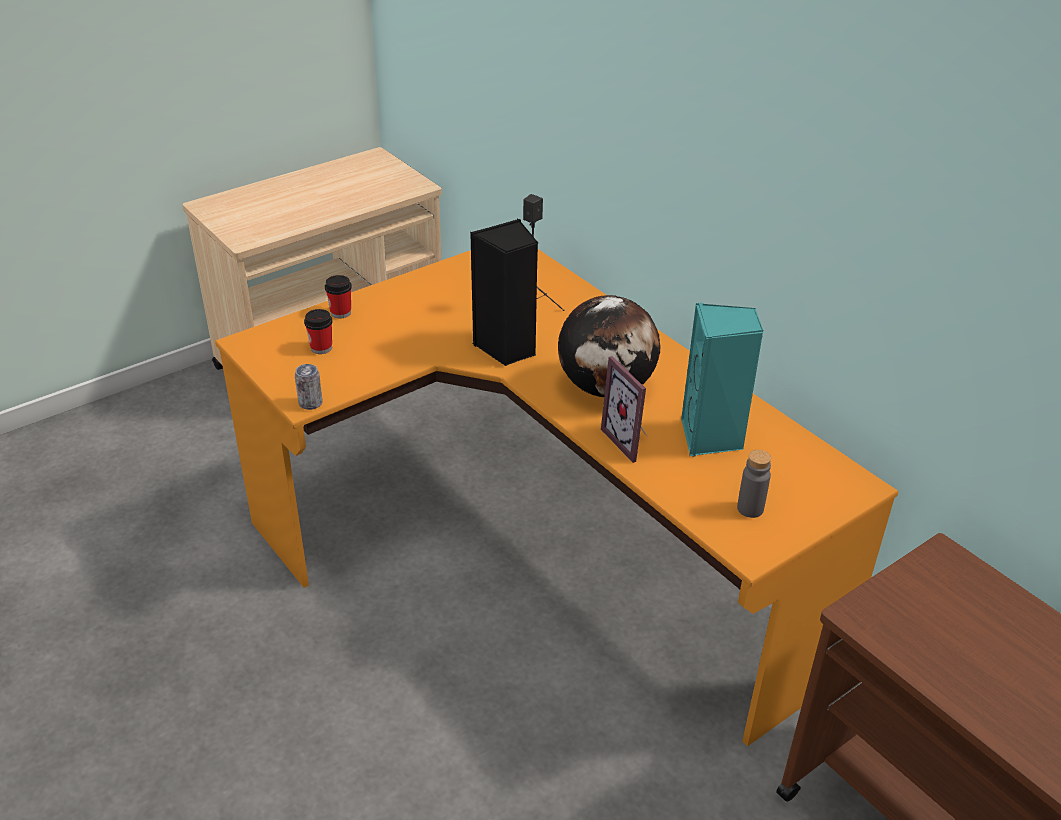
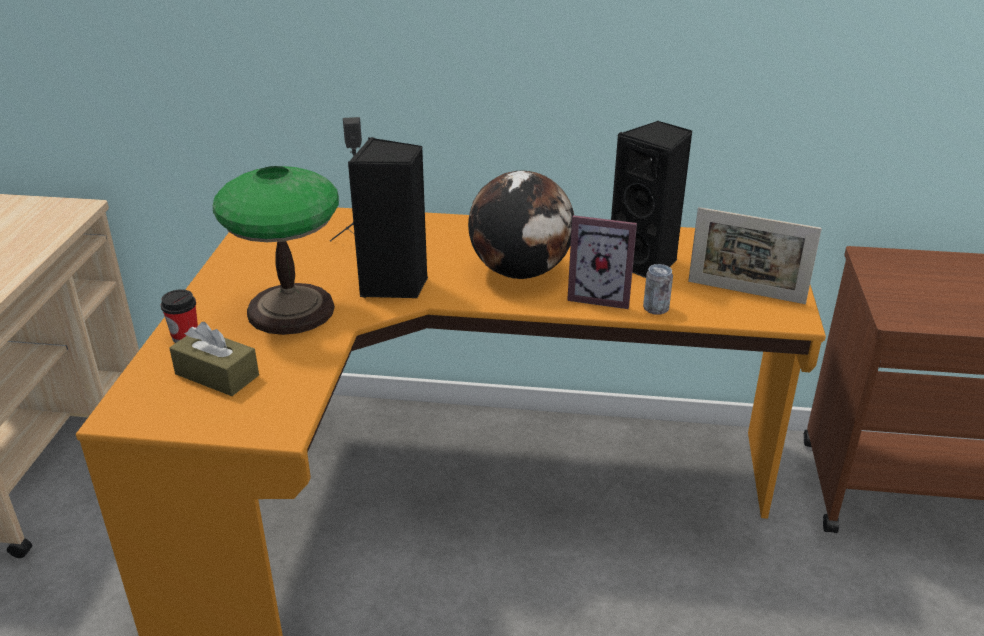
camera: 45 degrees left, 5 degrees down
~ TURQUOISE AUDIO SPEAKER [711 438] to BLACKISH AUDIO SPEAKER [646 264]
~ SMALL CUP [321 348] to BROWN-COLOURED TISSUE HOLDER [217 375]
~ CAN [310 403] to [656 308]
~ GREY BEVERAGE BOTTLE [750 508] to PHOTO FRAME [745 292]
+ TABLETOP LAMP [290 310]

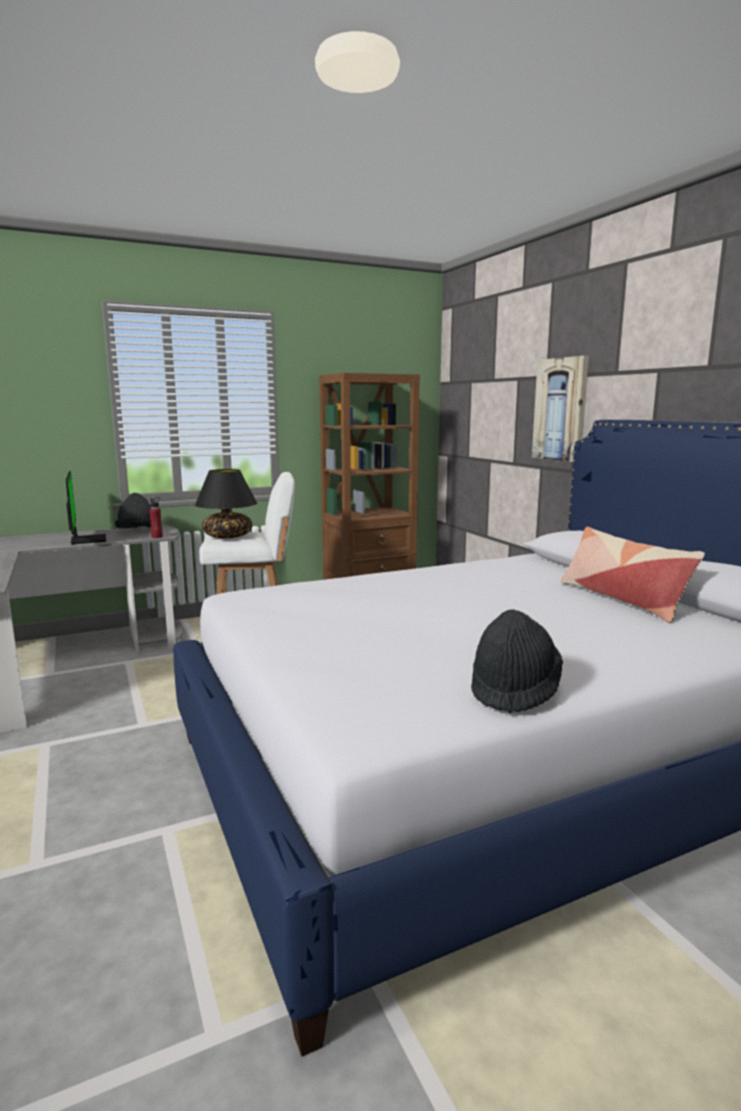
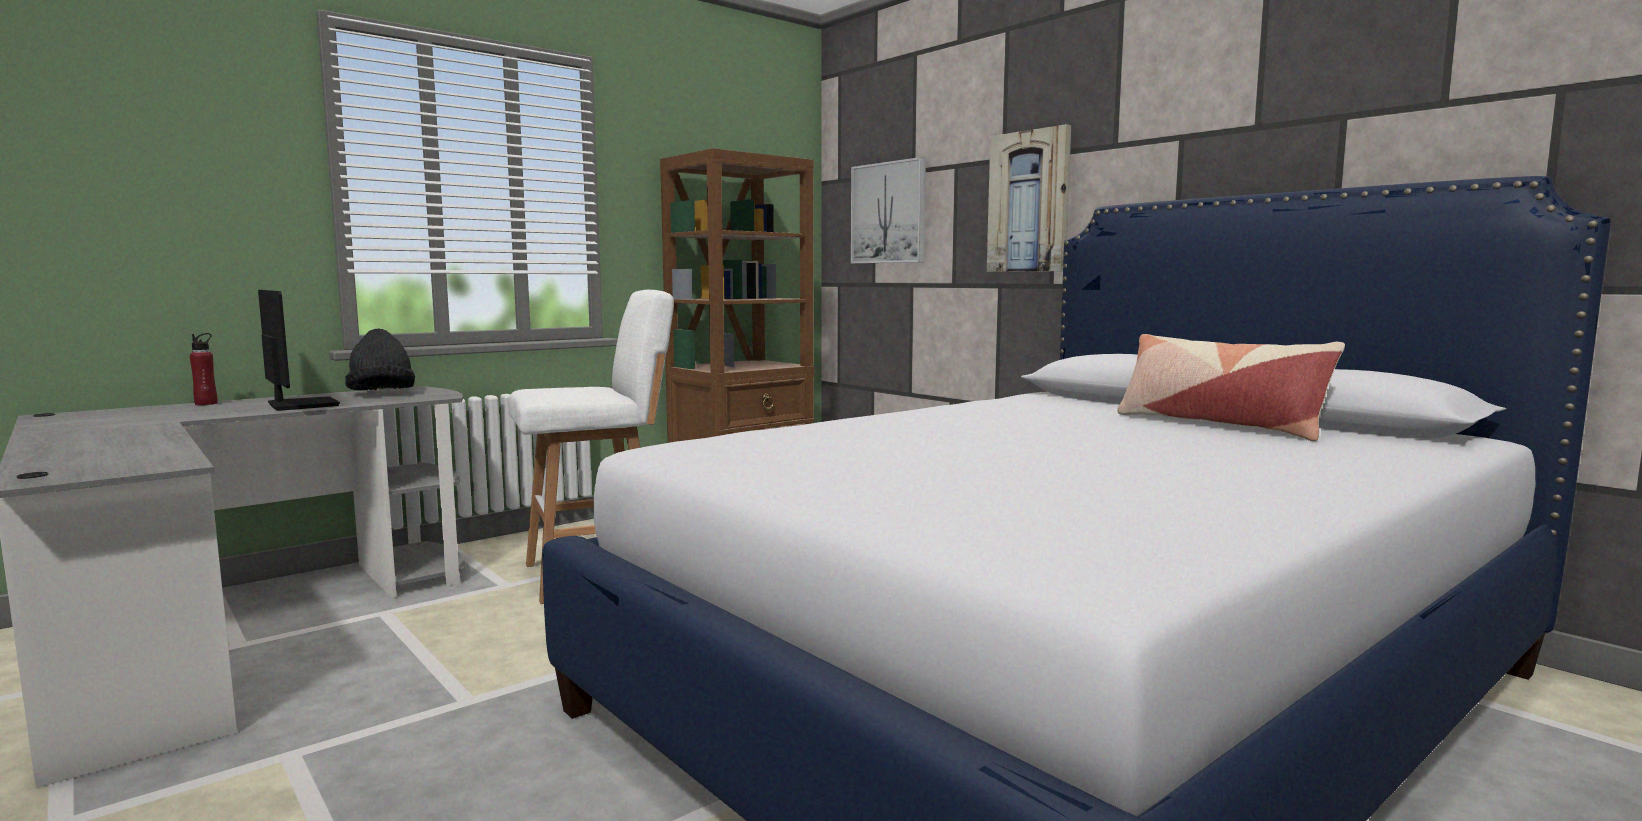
camera: 15 degrees left, 5 degrees down
- BLACKISH TABLETOP LAMP [228 536]
~ REDDISH BEVERAGE BOTTLE [157 537] to [206 404]
- BLACKISH CLOTHING HAT [514 690]
+ WALL PICTURE [889 213]

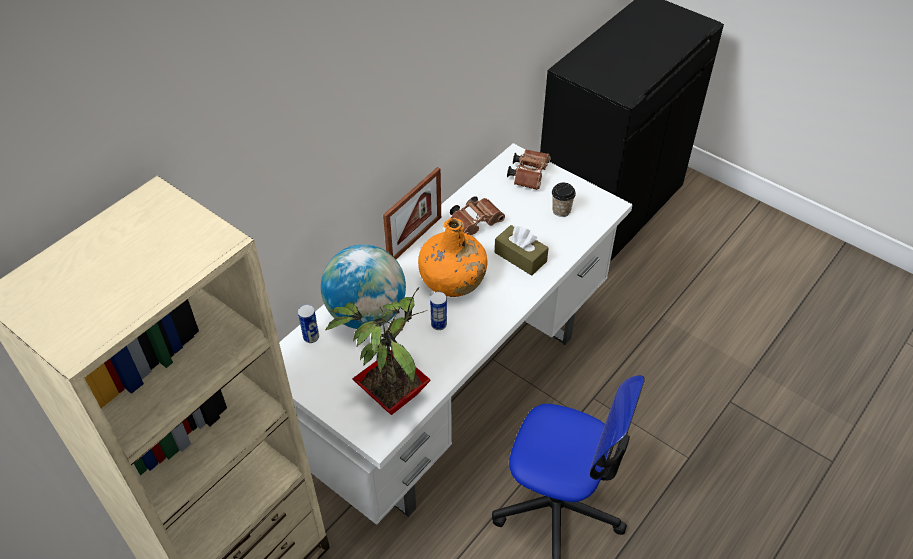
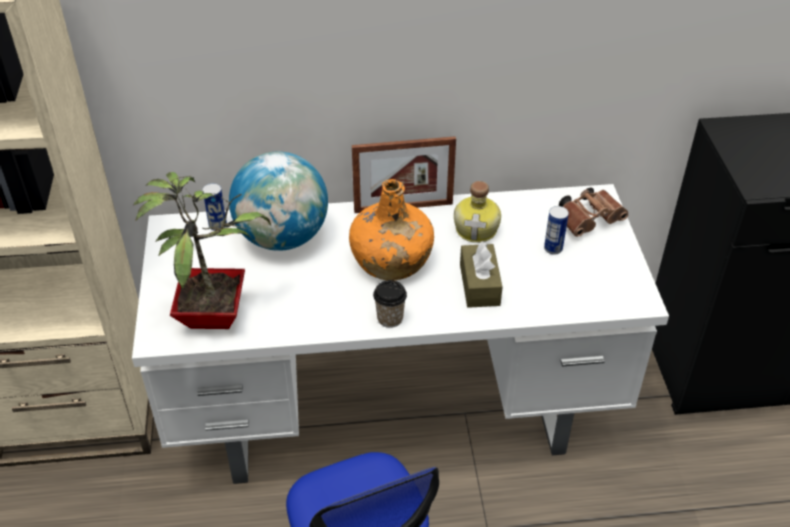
camera: 45 degrees right, 5 degrees down
~ SMALL CUP [561 211] to [390 318]
~ BROWN-COLOURED BINOCULARS [476 223] to BEVERAGE BOTTLE [477 229]
~ CAN [439 324] to [553 248]

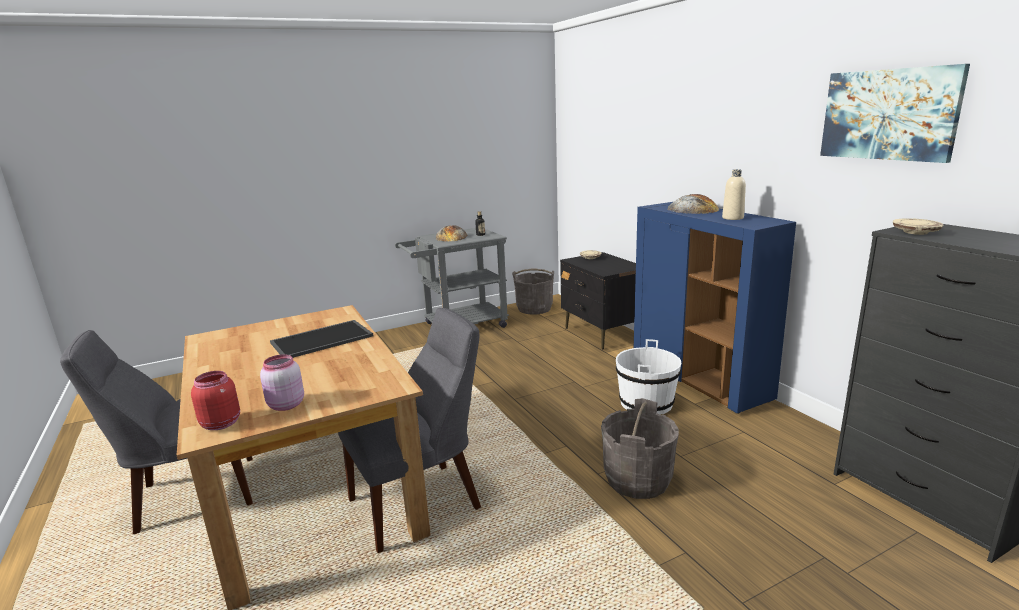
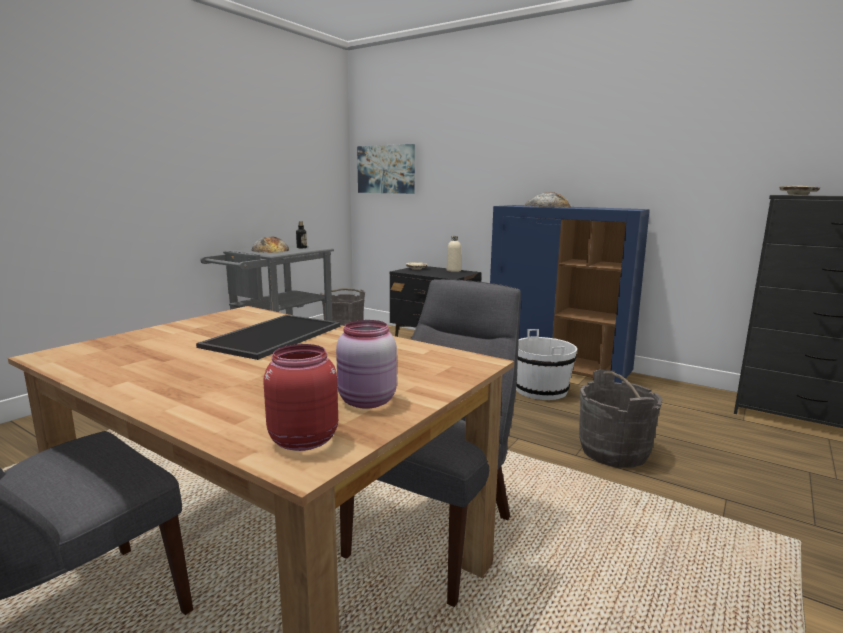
camera: 30 degrees left, 5 degrees down
~ WALL PICTURE [888 114] to [386 169]
~ SAND-COLOURED BEVERAGE BOTTLE [732 218] to [453 270]

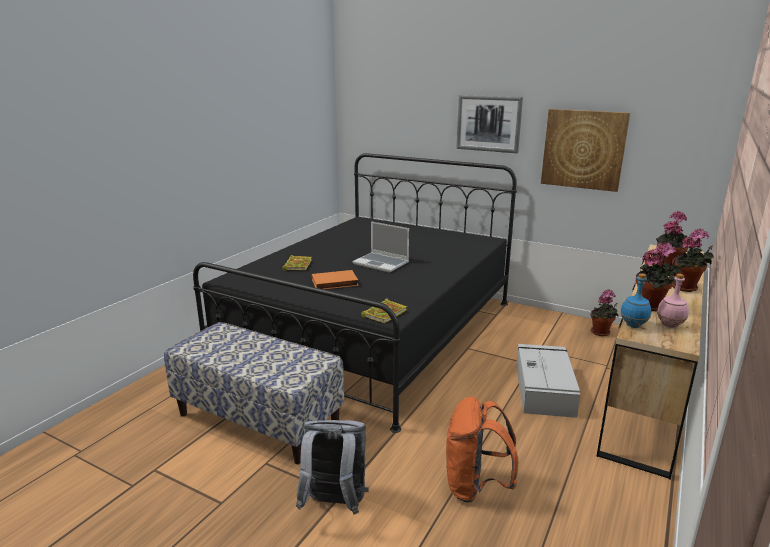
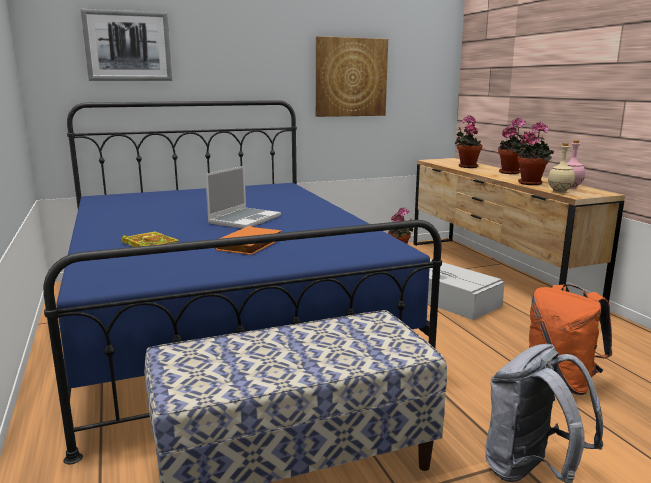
camera: 50 degrees left, 5 degrees down
~ WALL PICTURE [488 123] to [128 46]
~ BLACKISH BEDROOM BED [371 331] to BLUE-COLOURED BEDROOM BED [224 321]
~ NOTEBOOK COMPUTER [382 263] = [244 219] 45 degrees counterclockwise
~ BLUE-COLOURED BEVERAGE BOTTLE [632 325] to SAND-COLOURED BEVERAGE BOTTLE [559 192]
- VOLUME [385 313]

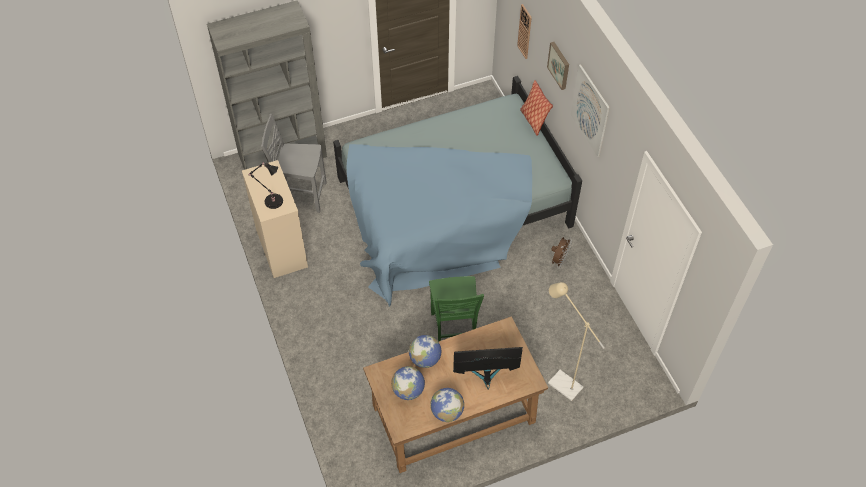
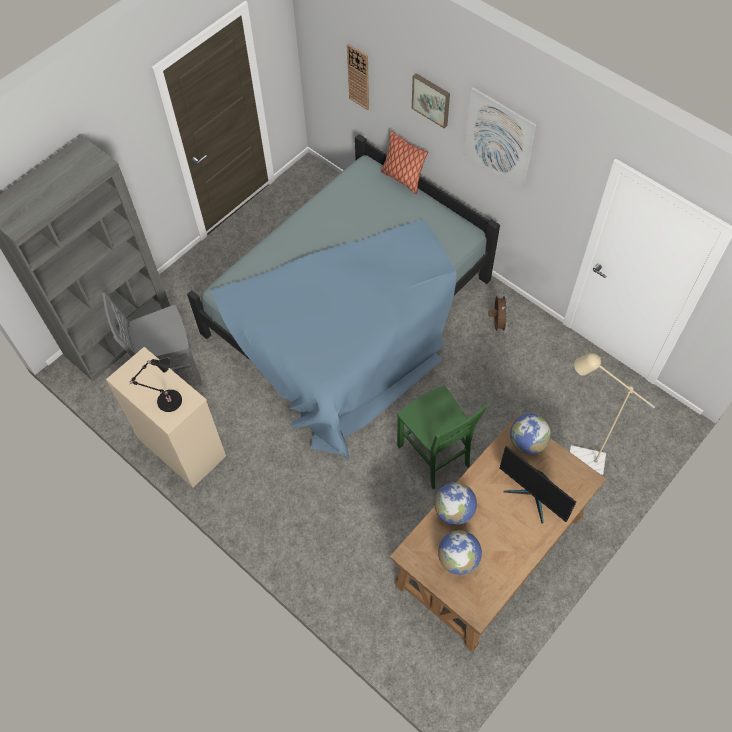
camera: 25 degrees left, 5 degrees up
~ MONITOR [486 375] = [532 497] 105 degrees counterclockwise
~ WORLD GLOBE [447 412] to [527 442]

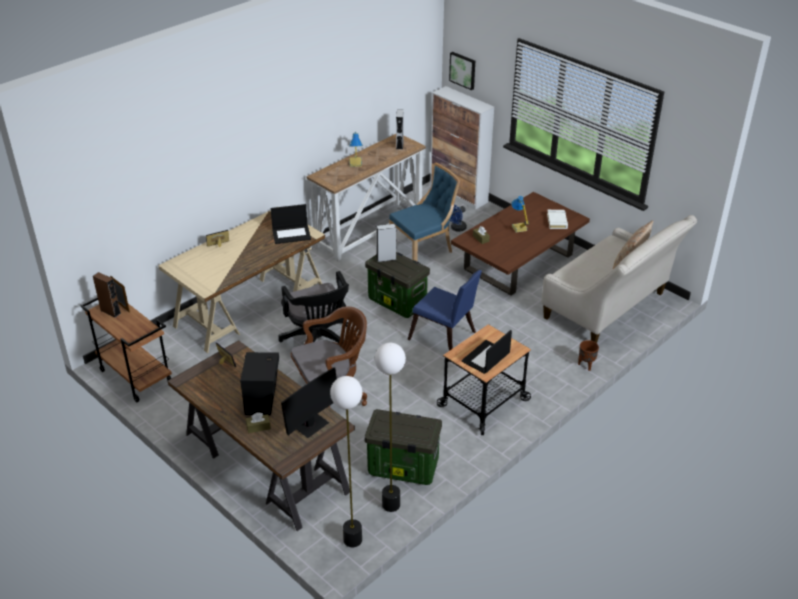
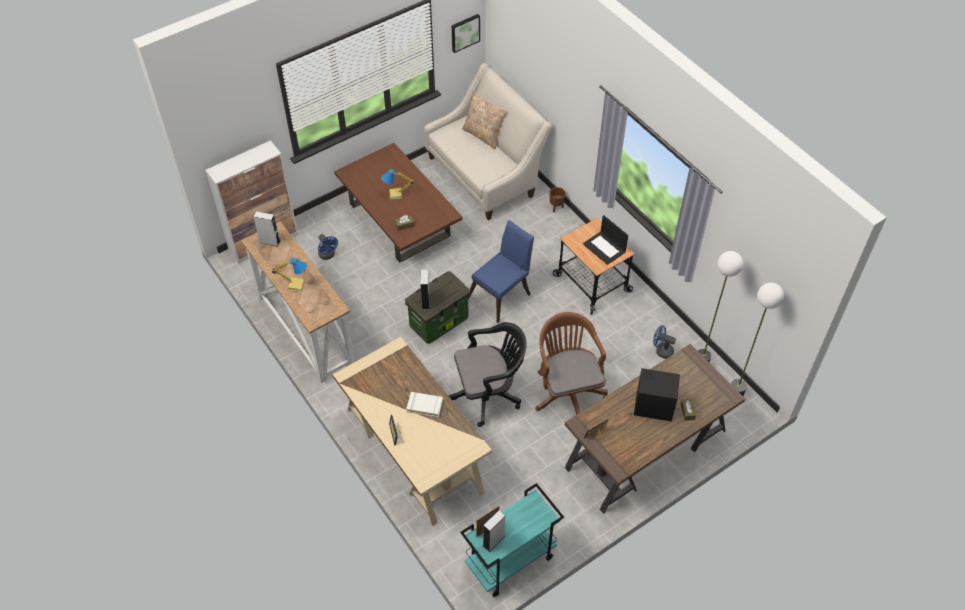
camera: 80 degrees left, 15 degrees up
~ WALL PICTURE [463 70] to [464 32]
- BLUE-COLOURED PLAIN CHAIR [424 250]
- NOTEBOOK COMPUTER [291 234]
~ WHITE VOLUME [557 221] to [424 405]
~ BROWN-COLOURED AUDIO SPEAKER [110 311] to GREY AUDIO SPEAKER [493 541]
~ BROWN-COLOURED TROLLEY [135 376] to TURQUOISE TROLLEY [510 562]
- MONITOR [310 425]
~ STORAGE BOX [402 468] to BLUE-COLOURED COOLING FAN [661 351]

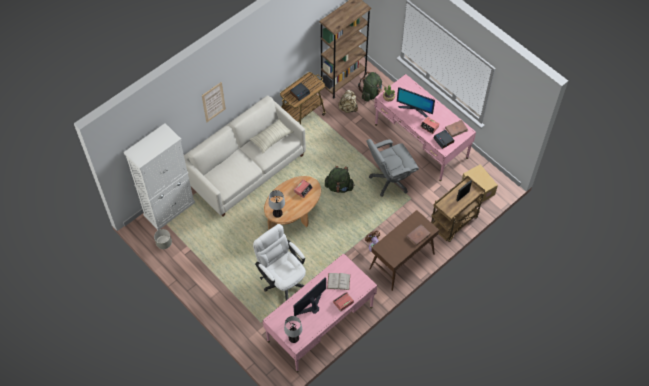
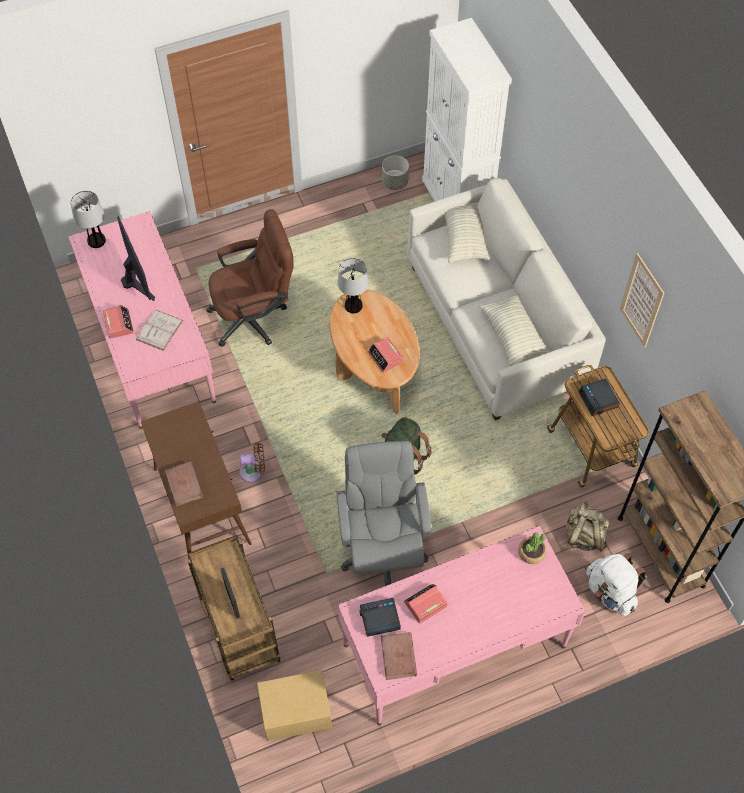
camera: 110 degrees right, 0 degrees up
~ GREEN-COLOURED KNAPSACK [371 93] to WHITE KNAPSACK [610 592]
~ WALL PICTURE [213 102] to [641 301]
- MONITOR [414 109]
~ WHITE DESK CHAIR [282 280] to BROWN-COLOURED DESK CHAIR [255 317]
+ THROW PILLOW [464 238]

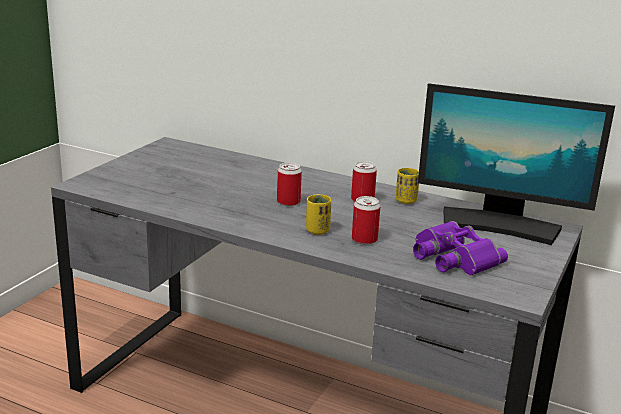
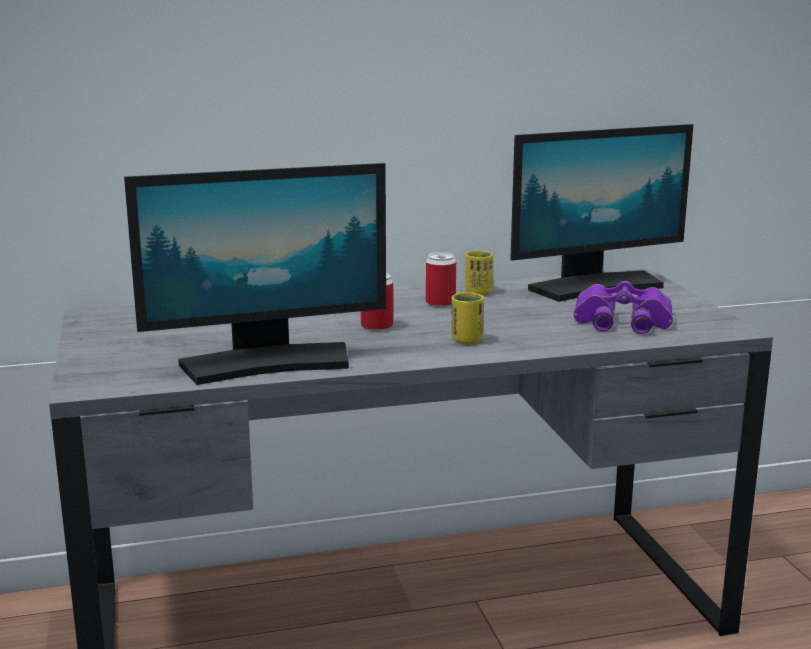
camera: 40 degrees left, 5 degrees down
- CAN [364 239]
+ MONITOR [267 363]

